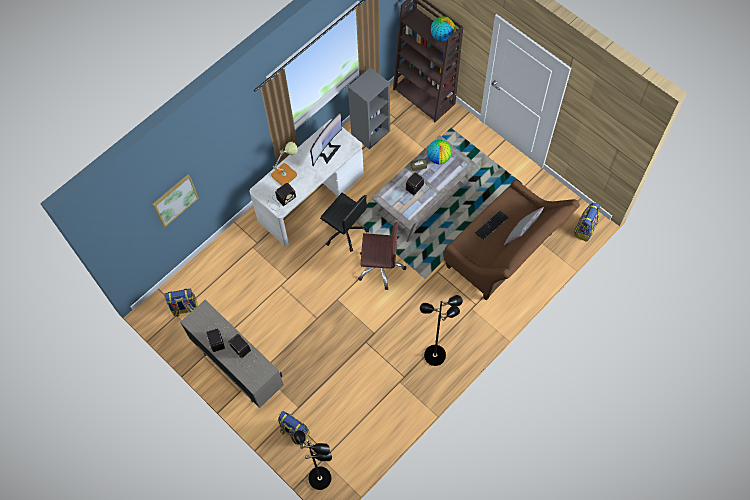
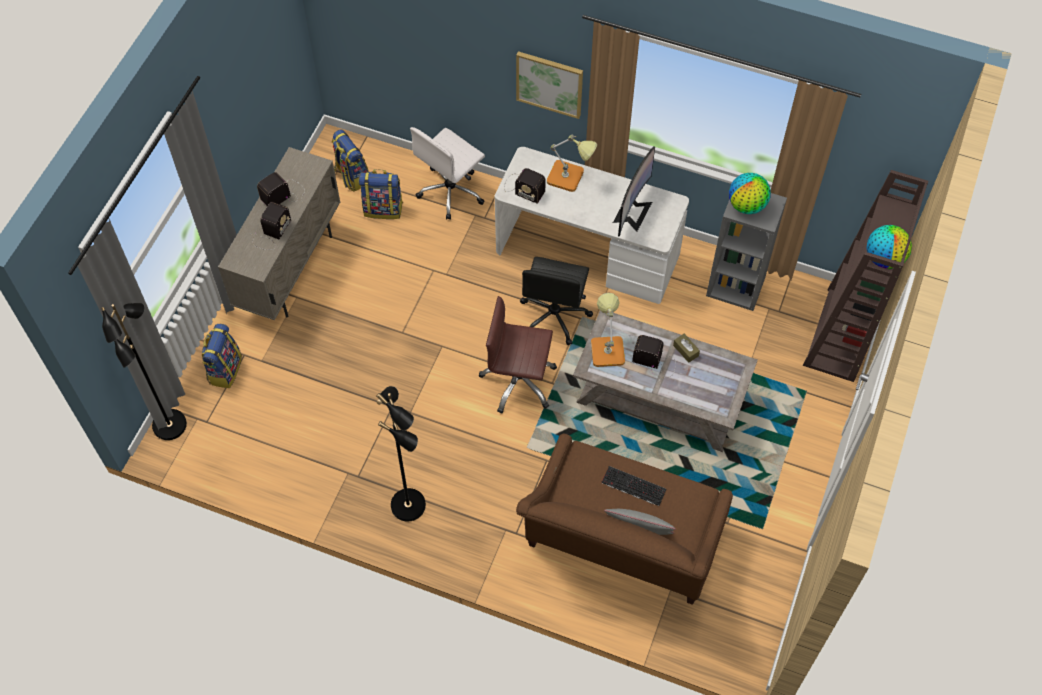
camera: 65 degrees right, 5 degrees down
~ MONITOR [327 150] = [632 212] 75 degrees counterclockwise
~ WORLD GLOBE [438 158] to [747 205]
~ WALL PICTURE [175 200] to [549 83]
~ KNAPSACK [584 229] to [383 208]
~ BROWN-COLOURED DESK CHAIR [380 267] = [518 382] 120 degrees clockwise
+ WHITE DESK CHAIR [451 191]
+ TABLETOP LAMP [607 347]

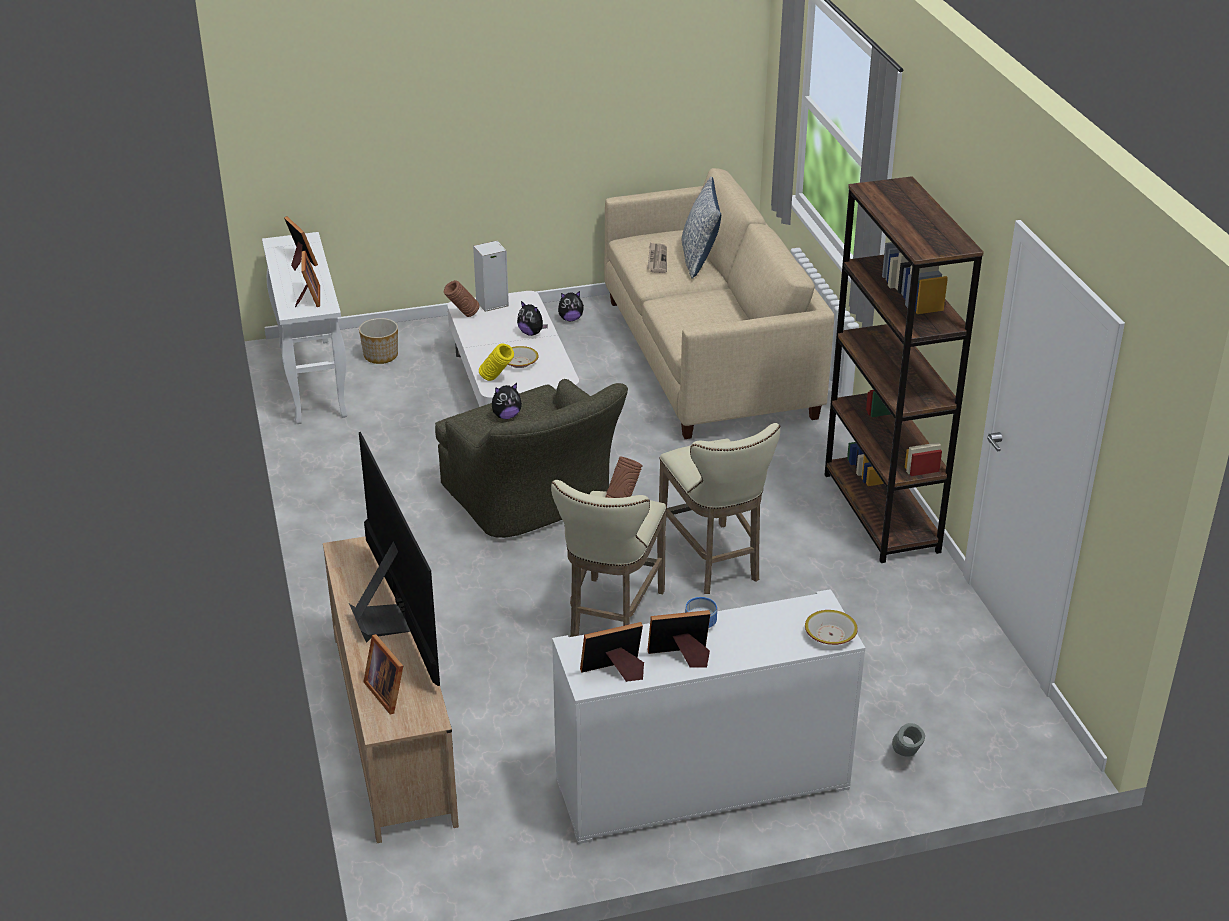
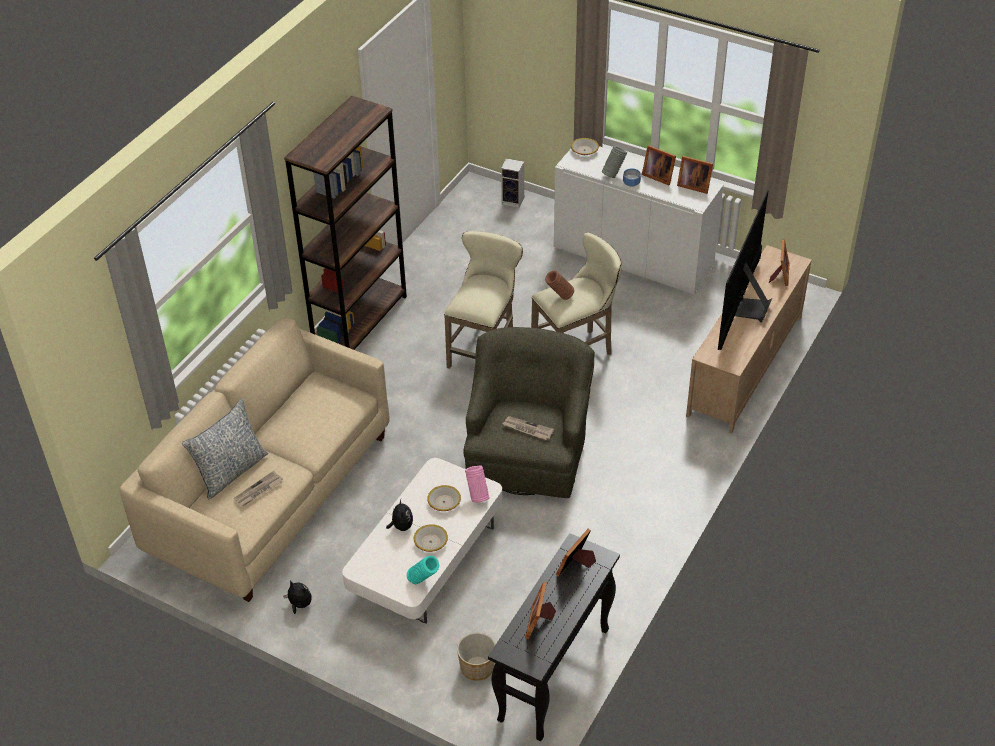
camera: 135 degrees left, 10 degrees up
~ WHITE HALL TABLE [311 380] to BLACKISH HALL TABLE [554 675]
~ AUDIO SPEAKER [491 304] to [514 201]
~ BROWN-COLOURED FLOWER VASE [462 315] to TURQUOISE FLOWER VASE [423 581]
~ YELLOWISH FLOWER VASE [497 380] to PINK-COLOURED FLOWER VASE [477 495]
~ PLUSH TOY [506 416] to PRINTED PAPER [527 429]
~ GREY FLOWER VASE [905 759] to [613 174]
+ SERVING BOWL [430 542]

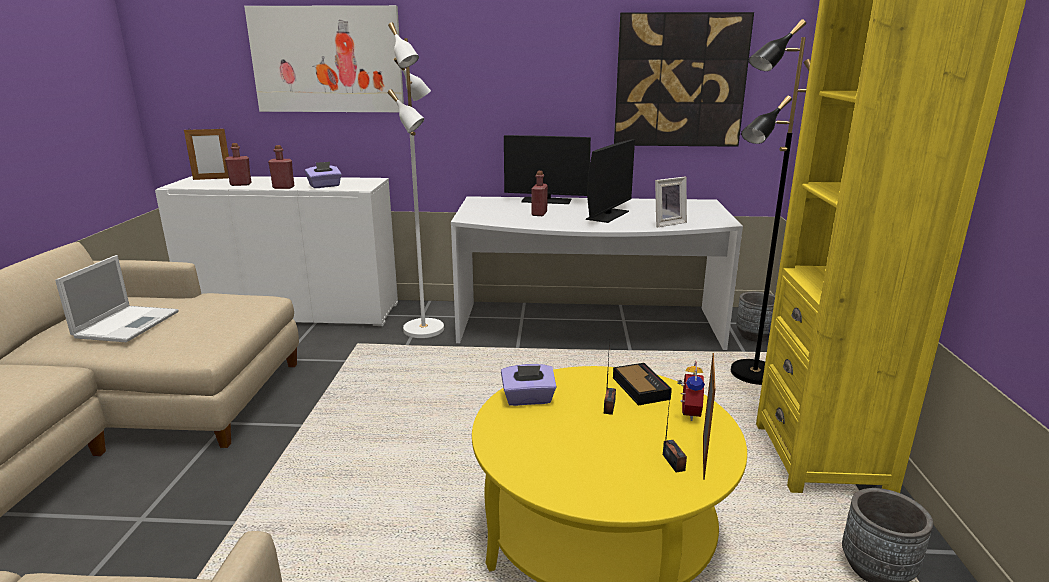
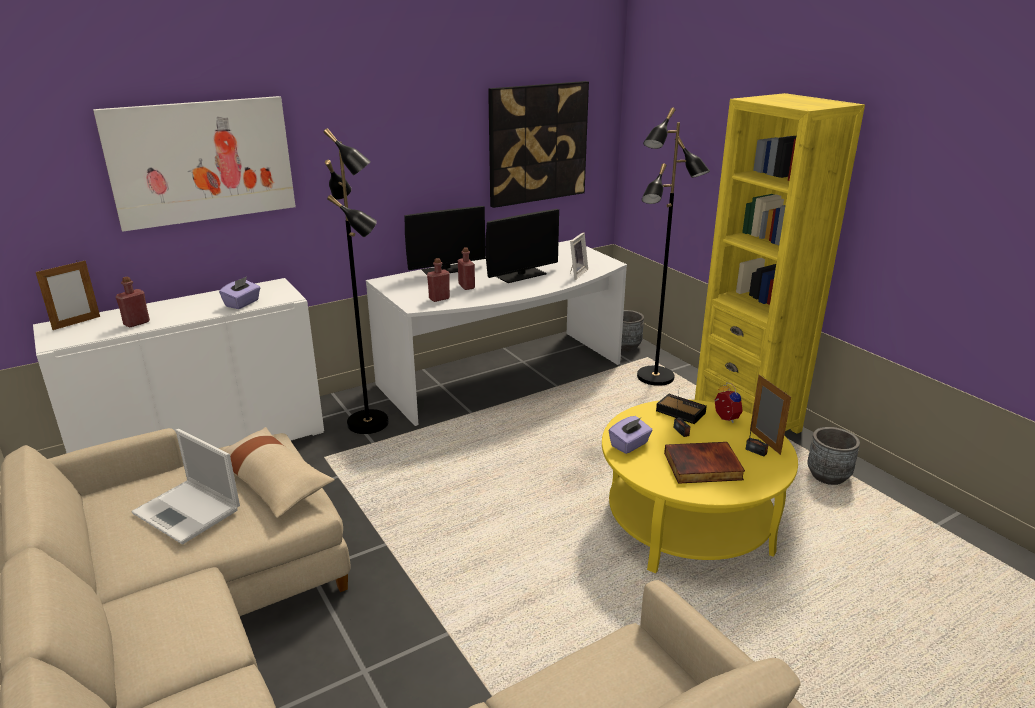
camera: 35 degrees left, 5 degrees up
~ WHITE STANDARD LAMP [425 329] to BLACKISH STANDARD LAMP [369 423]
~ MONITOR [607 215] = [521 275] 60 degrees clockwise
~ REDDISH BEVERAGE BOTTLE [283 187] to [439 298]
~ NOTEBOOK COMPUTER [128 324] = [188 512] 150 degrees clockwise
+ SAND-COLOURED THROW PILLOW [272 482]
+ VOLUME [702 467]

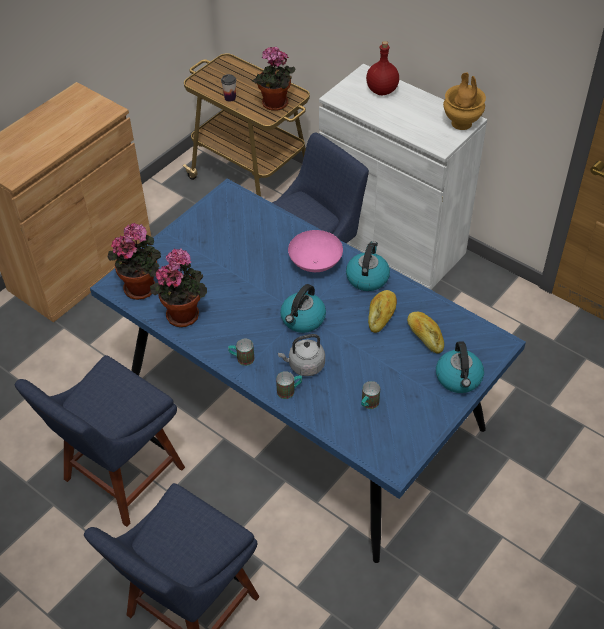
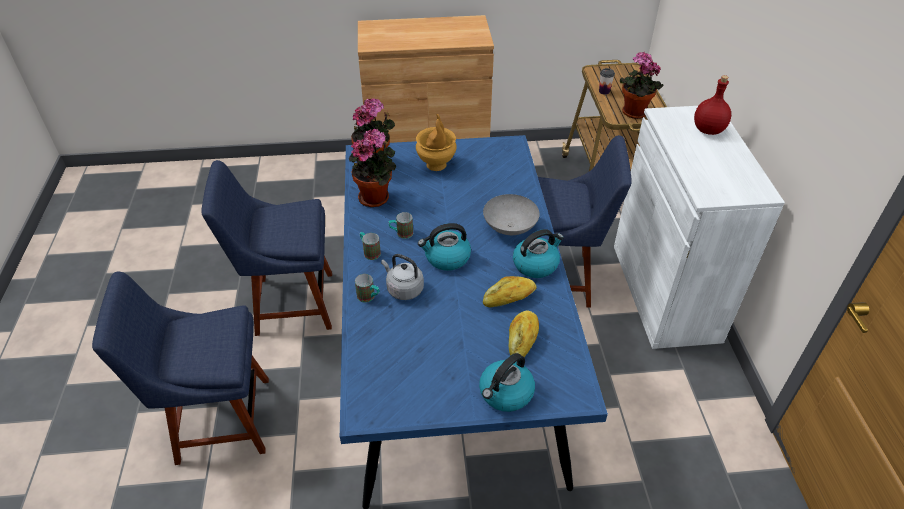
camera: 45 degrees right, 5 degrees down
~ BROWN-COLOURED FLOWER VASE [462 123] to [436 165]
~ PINK-COLOURED SERVING BOWL [316 263] to GREY SERVING BOWL [511 227]
~ MUG [368 405] to [401 233]

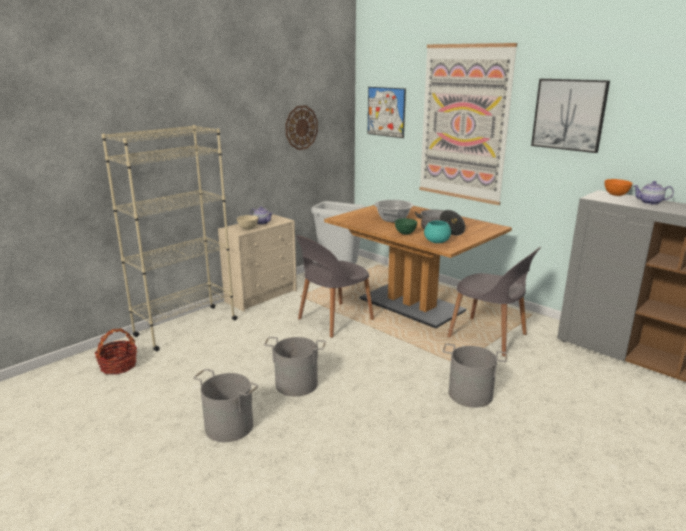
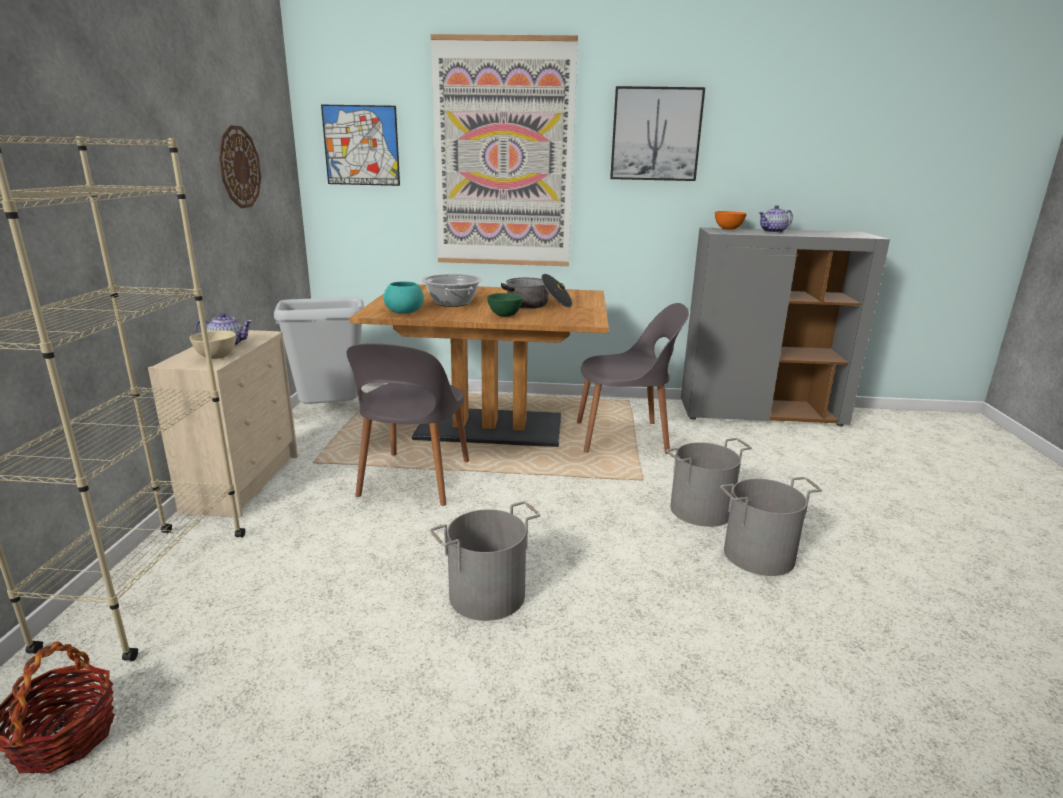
camera: 40 degrees left, 0 degrees up
~ TURQUOISE SERVING BOWL [437 241] to [405 312]
~ GREY BUCKET [228 427] to [759 555]

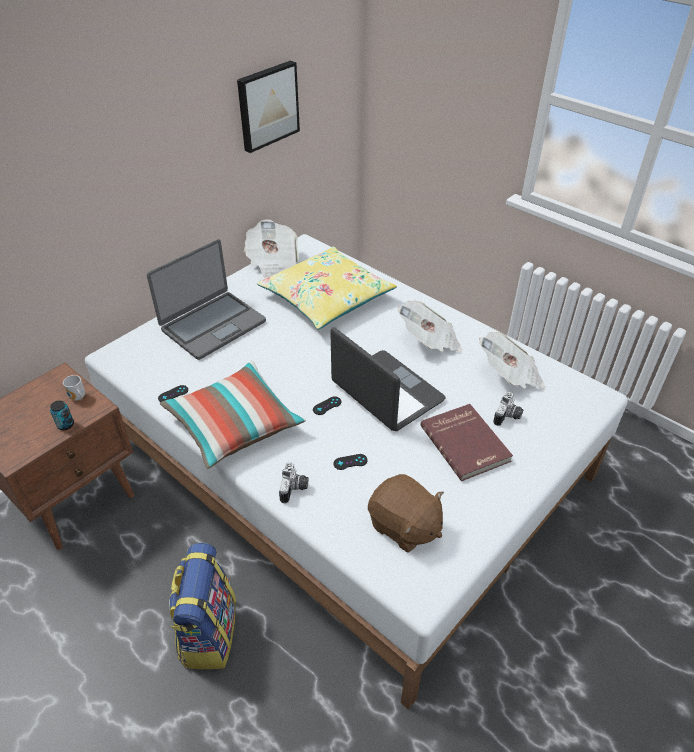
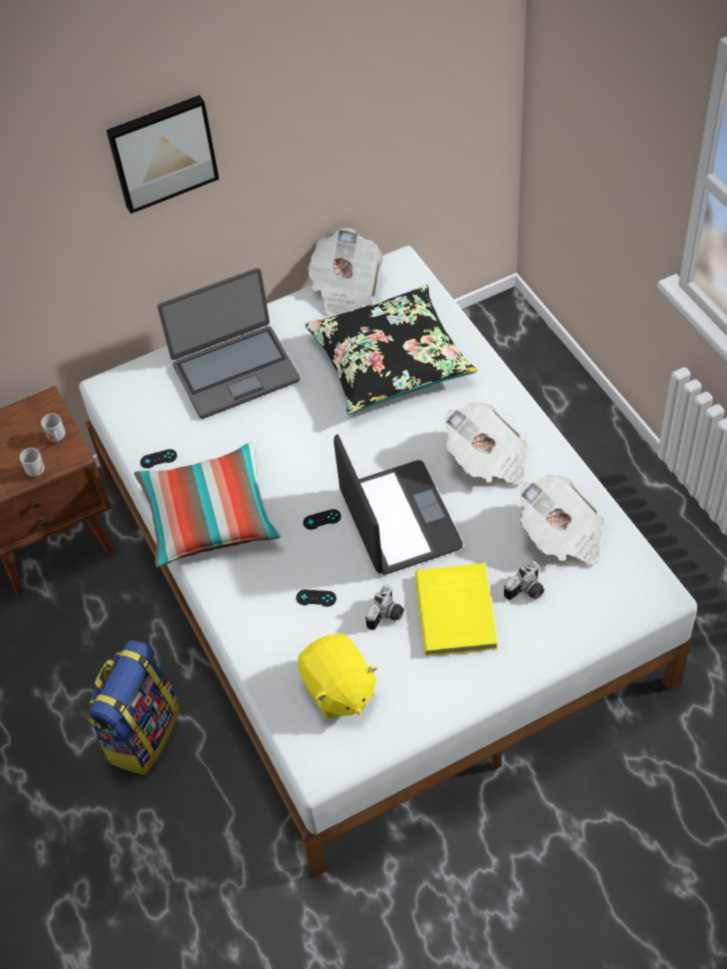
camera: 25 degrees right, 10 degrees up
~ WALL PICTURE [267 105] to [162 152]
~ YELLOWISH THROW PILLOW [326 297] to BLACKISH THROW PILLOW [390 361]
~ CAN [65 425] to MUG [35 470]
~ REDDISH VOLUME [466 443] to YELLOWISH VOLUME [458 611]
~ PHOTO CAMERA [295 489] to [387 616]
~ BROWN-COLOURED PLUSH TOY [404 526] to YELLOWISH PLUSH TOY [338 690]

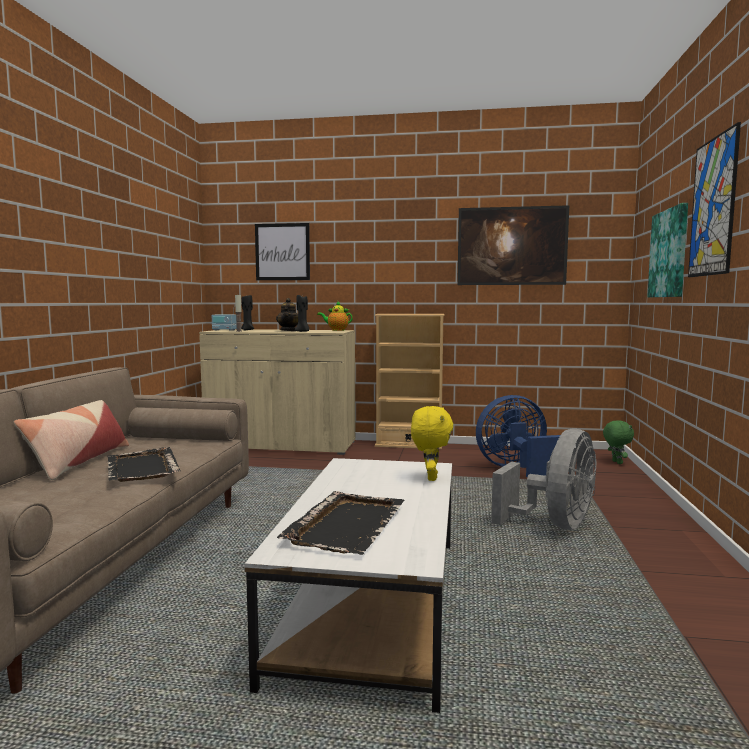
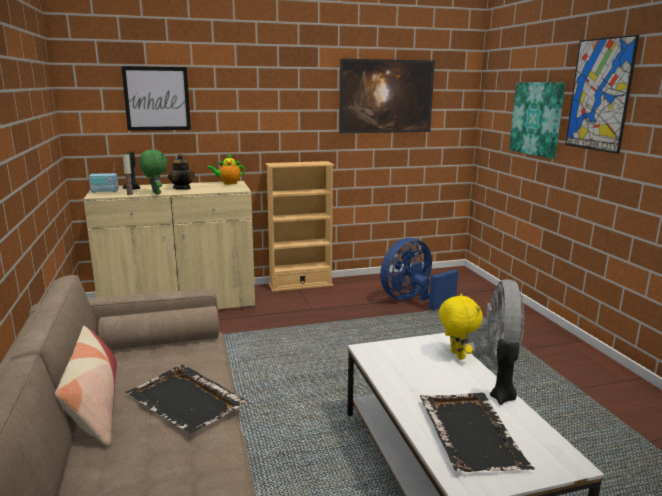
camera: 25 degrees left, 10 degrees up
~ BLACKISH CANDLE [302 331] to [503 399]
~ GREEN-COLOURED PLUSH TOY [616 462] to [155 193]

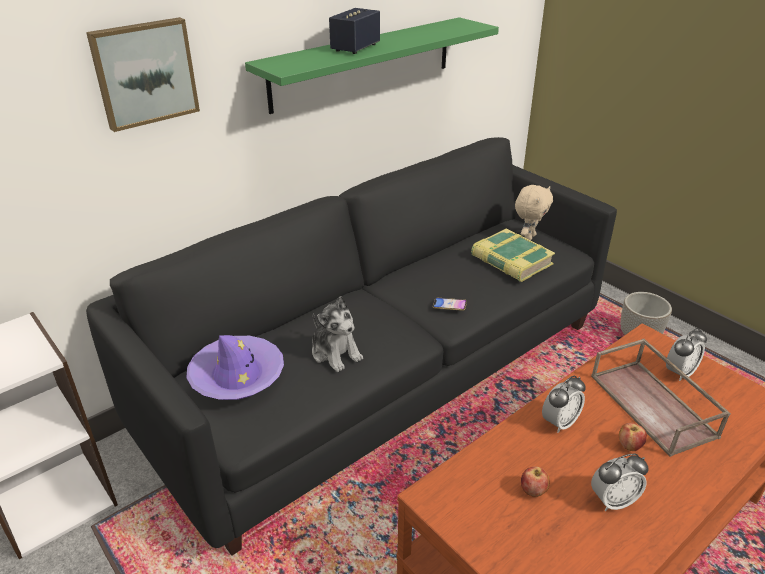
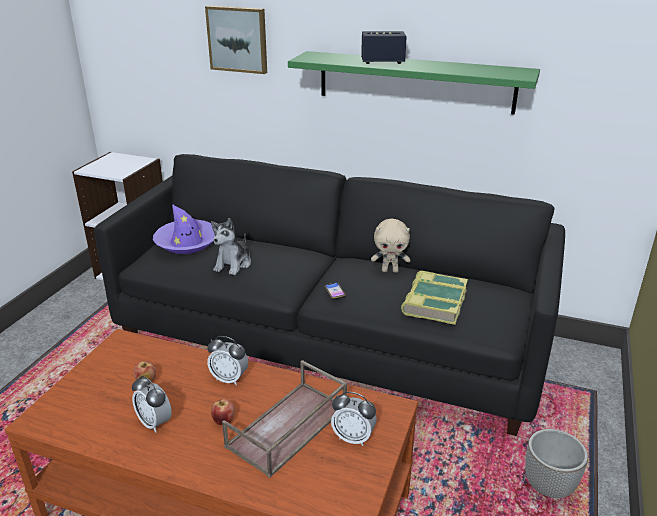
camera: 60 degrees right, 5 degrees down
~ SAND-COLOURED PLUSH TOY [528 237] to [390 270]

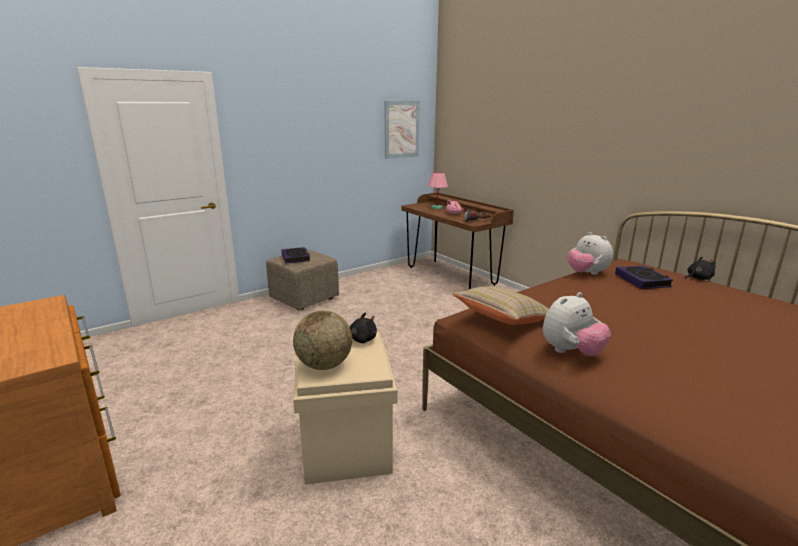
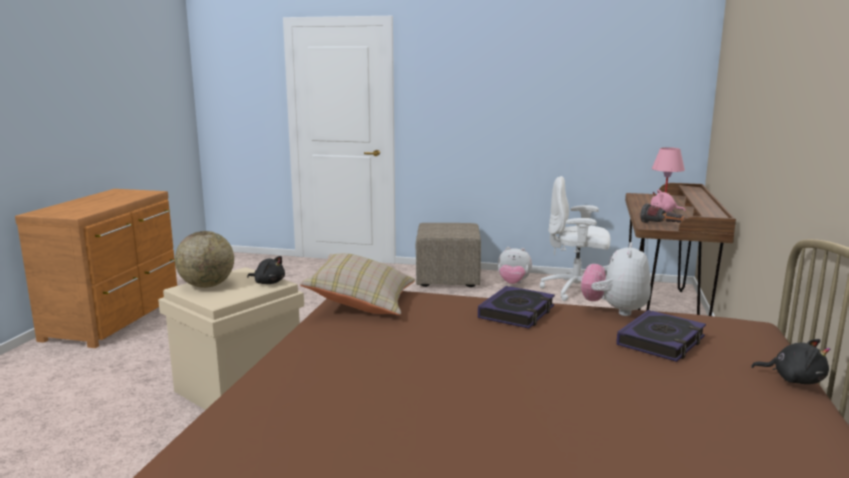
camera: 50 degrees right, 5 degrees down
- WALL PICTURE [401 129]
~ VOLUME [295 258] to [517 312]
~ PLUSH TOY [571 352] to [513 283]
+ WHITE DESK CHAIR [576 290]

